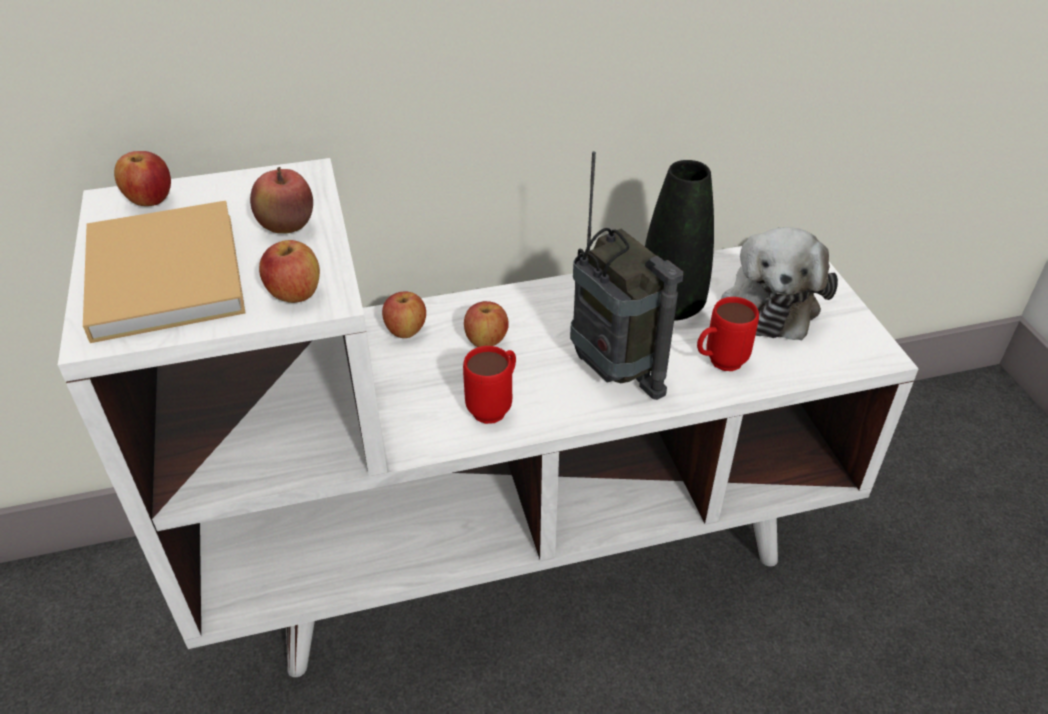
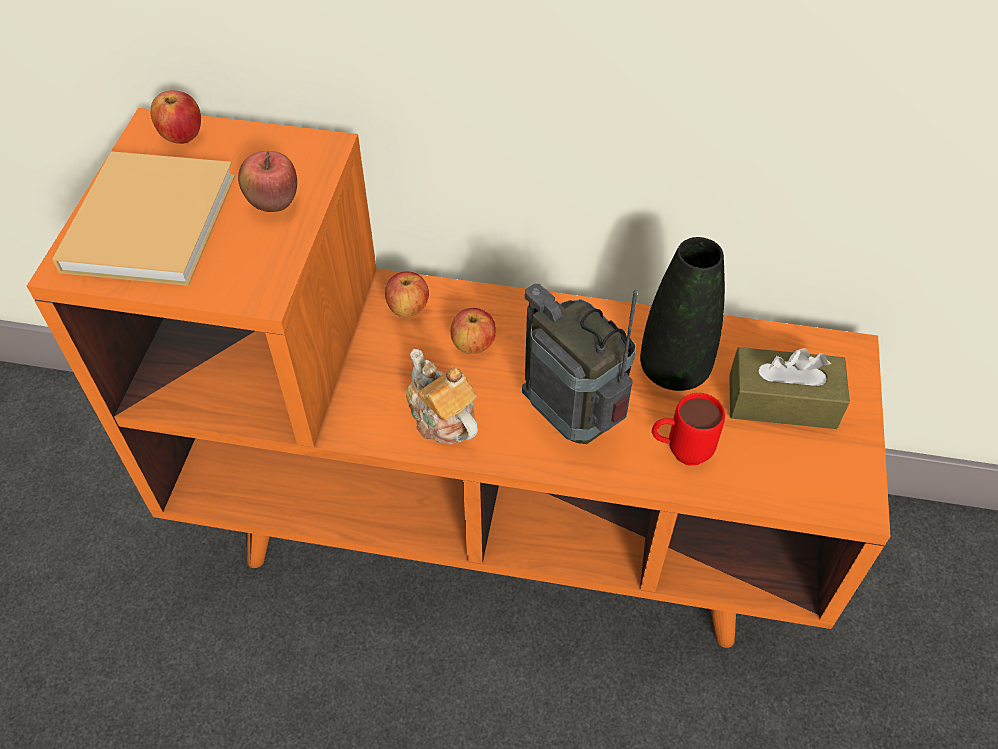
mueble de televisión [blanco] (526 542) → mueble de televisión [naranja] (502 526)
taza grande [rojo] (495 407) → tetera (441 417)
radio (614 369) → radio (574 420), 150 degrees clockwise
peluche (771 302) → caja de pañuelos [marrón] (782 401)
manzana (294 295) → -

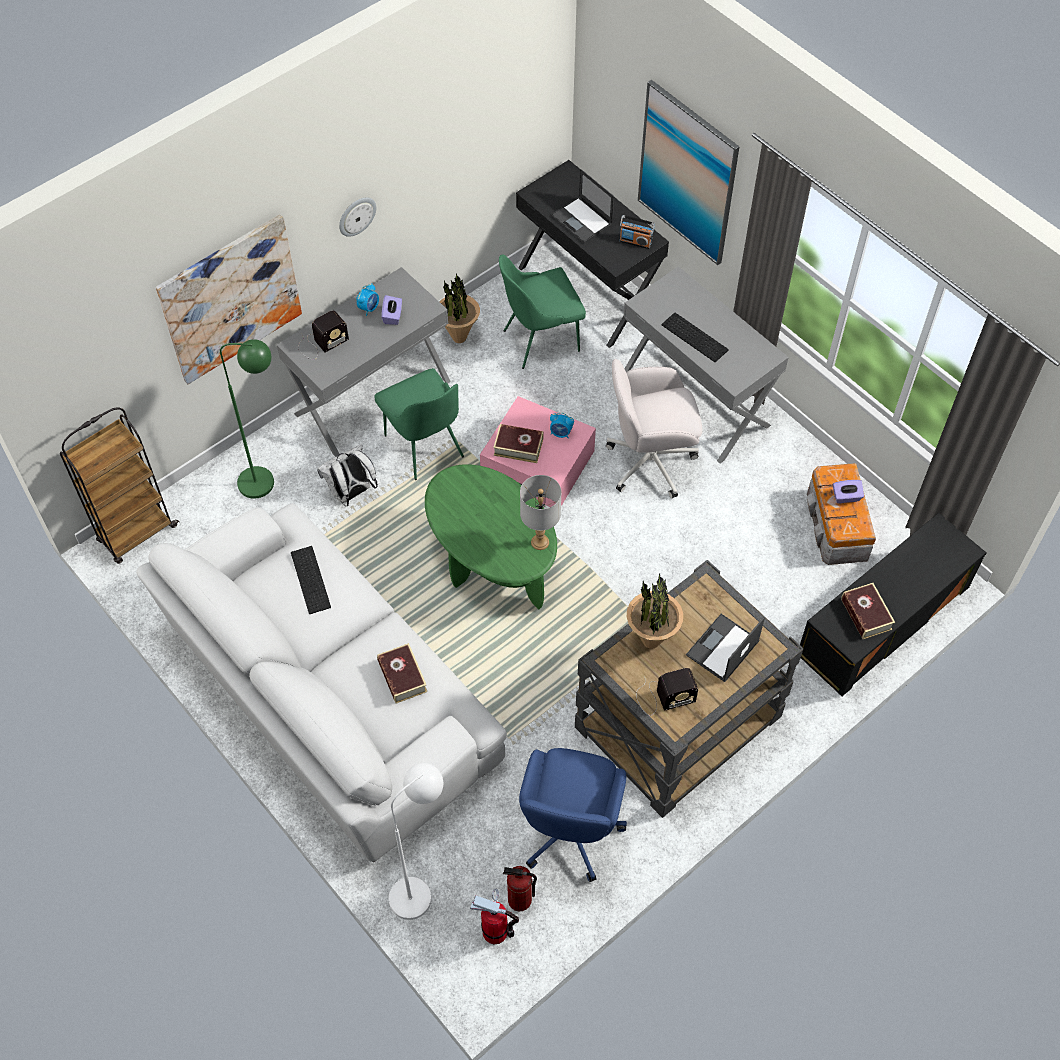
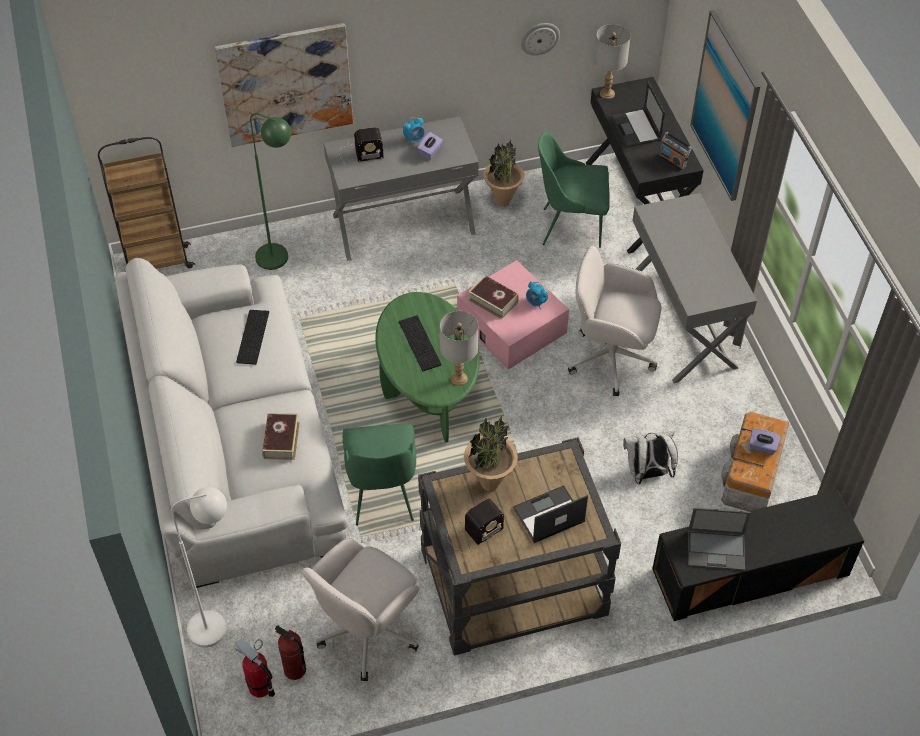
silla de oficina [azul] (570 832) → silla de oficina [blanco] (368 633)
silla [verde] (425 446) → silla [verde] (383 495), relocated
teclado (696 337) → teclado (421 343), relocated
radio (663 697) → radio (472 533), 45 degrees counterclockwise
reloj de pared (356 216) → reloj de pared (539 38), relocated
- → lámpara de mesa [gris] (607 93)
mochila [blanco] (351 493) → mochila [blanco] (647 473), relocated
libro (866 614) → portátil (717 549)

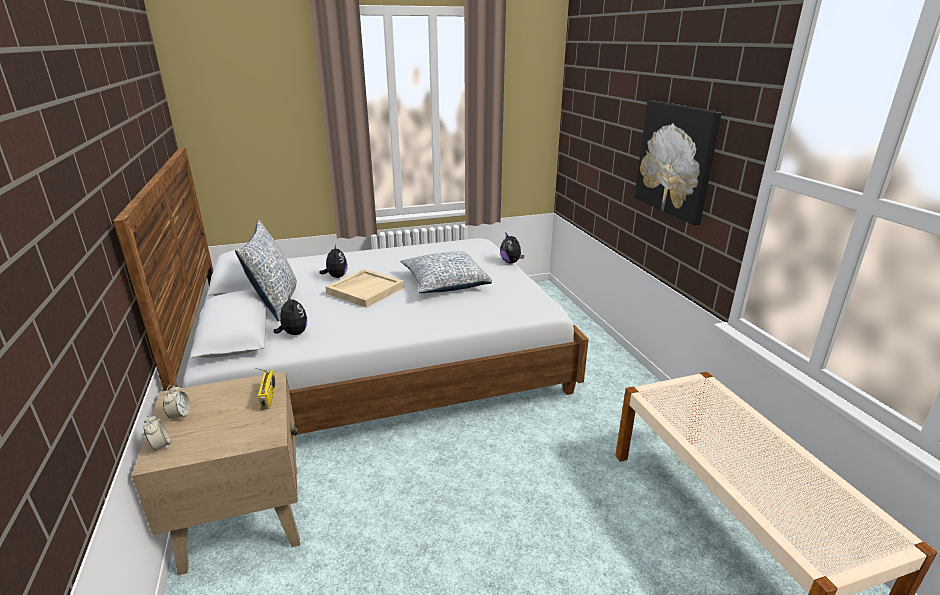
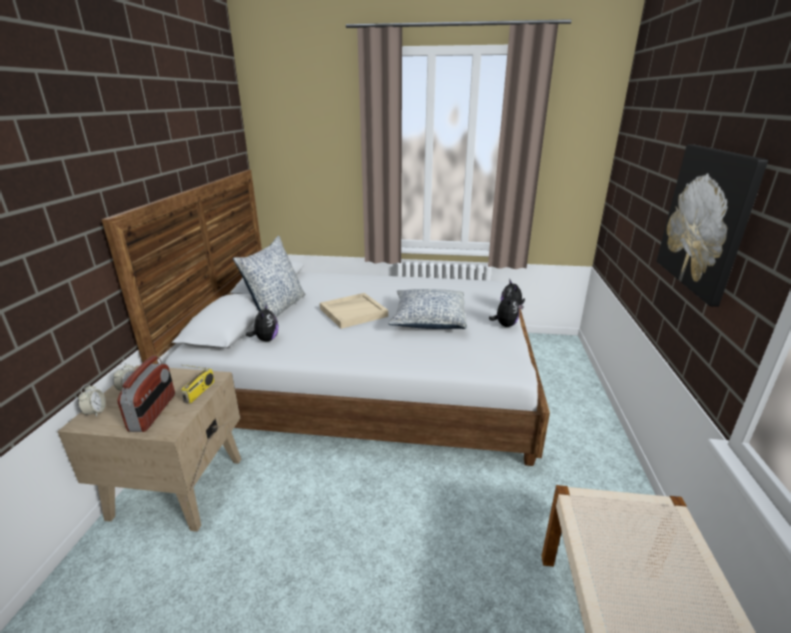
- → radio (153 412)
peluche (336 277) → peluche (504 325), relocated

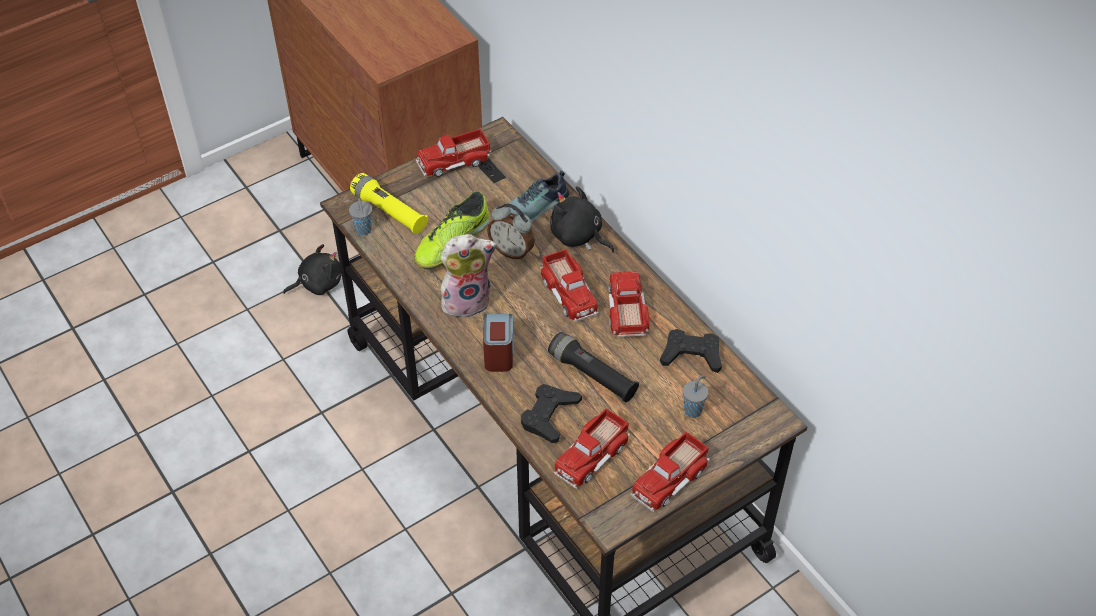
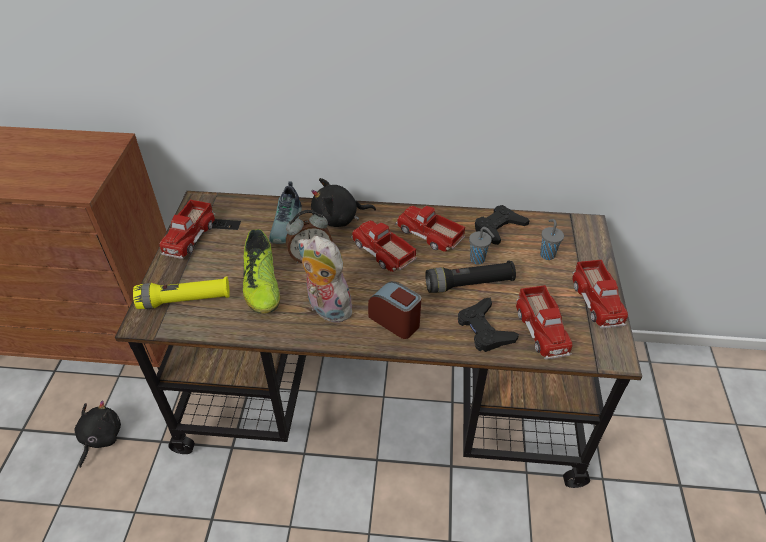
peluche (467 300) → peluche (326 309), 75 degrees counterclockwise
camión de juguete (569 293) → camión de juguete (383 252), 150 degrees counterclockwise
taza [gris] (363 230) → taza [gris] (478 260), relocated

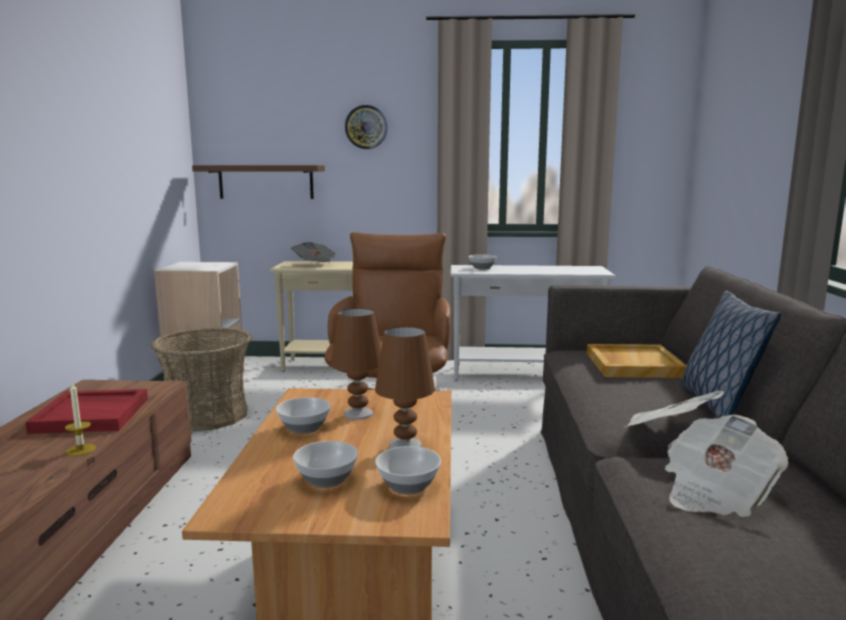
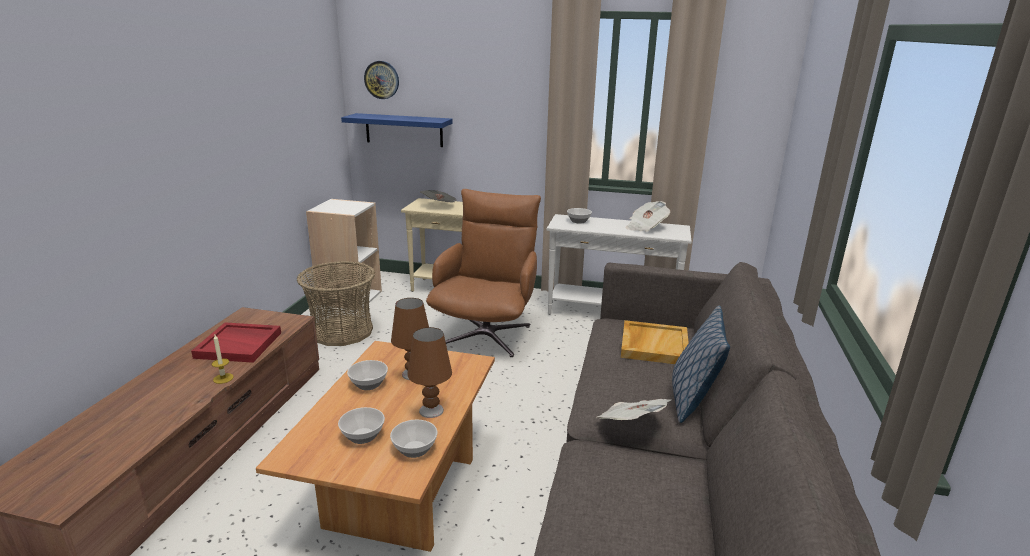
estante [marrón] (266 182) → estante [azul] (404 130)
reloj de pared (366 127) → reloj de pared (382 80), relocated
periódico (715 493) → periódico (645 227), relocated

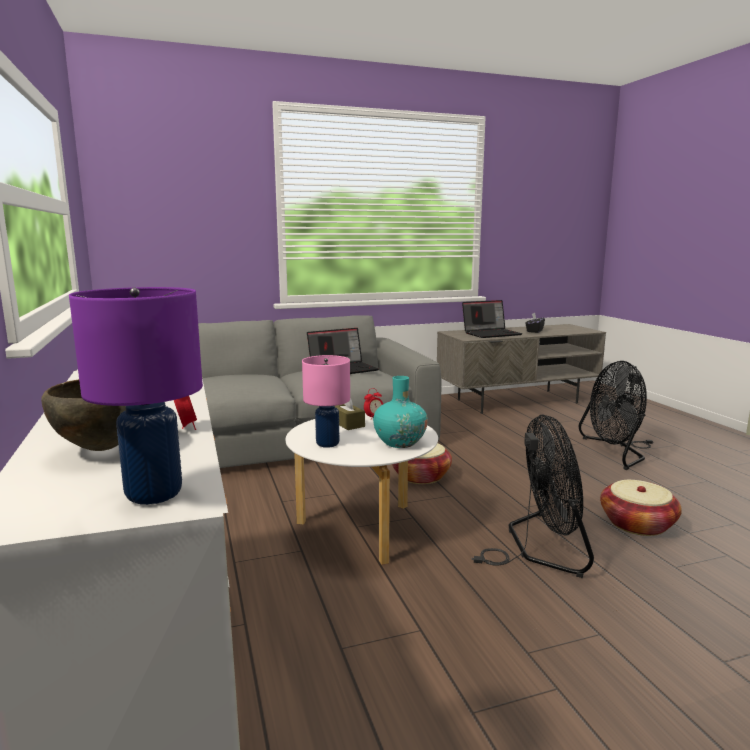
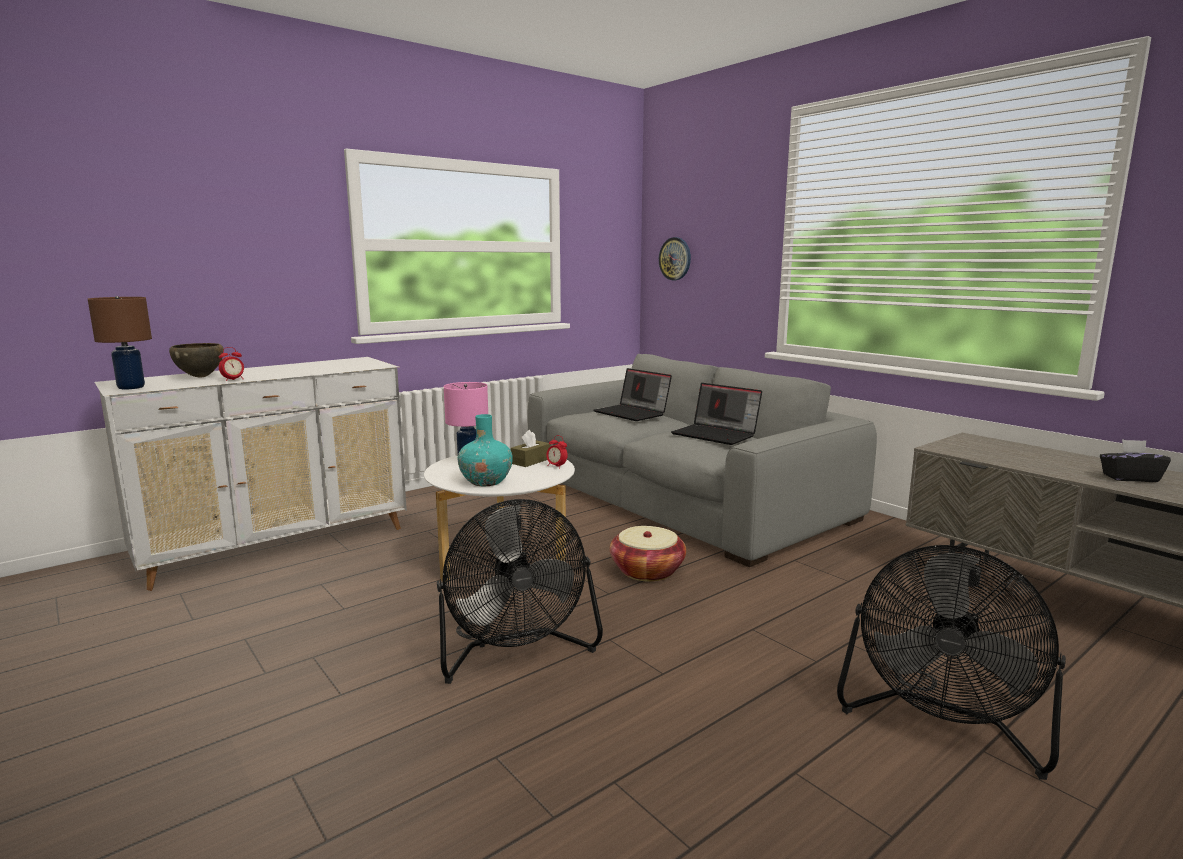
lámpara de mesa [morado] (152 494) → lámpara de mesa [marrón] (132 387)
portátil (491 333) → portátil (633 413), relocated
- → reloj de pared (675 259)
ventilador [negro] (618 451) → ventilador [negro] (935 720), 120 degrees counterclockwise
cesta (637 524) → -

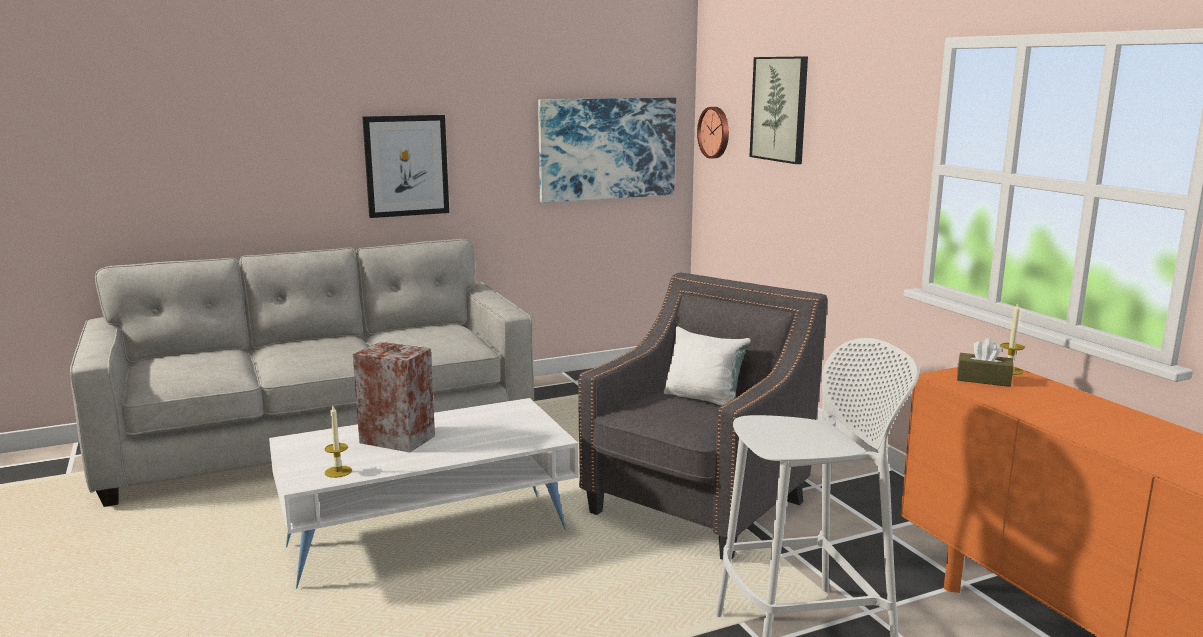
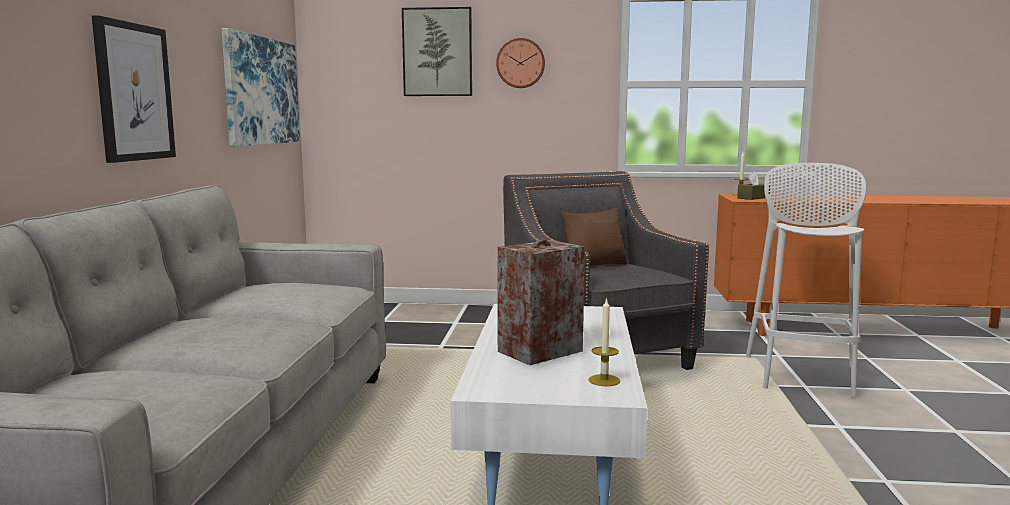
reloj de pared (715 132) → reloj de pared (520 63), relocated
cojín [blanco] (704 399) → cojín [marrón] (595 265)

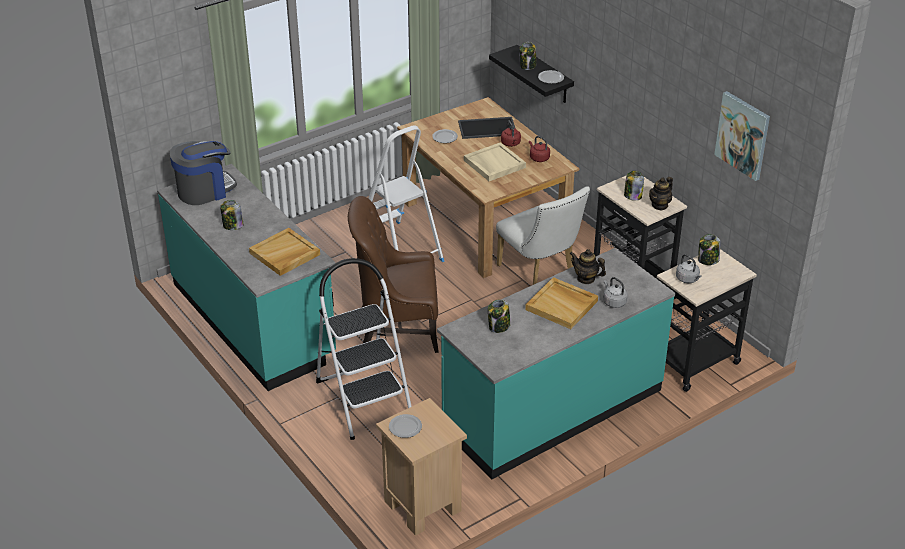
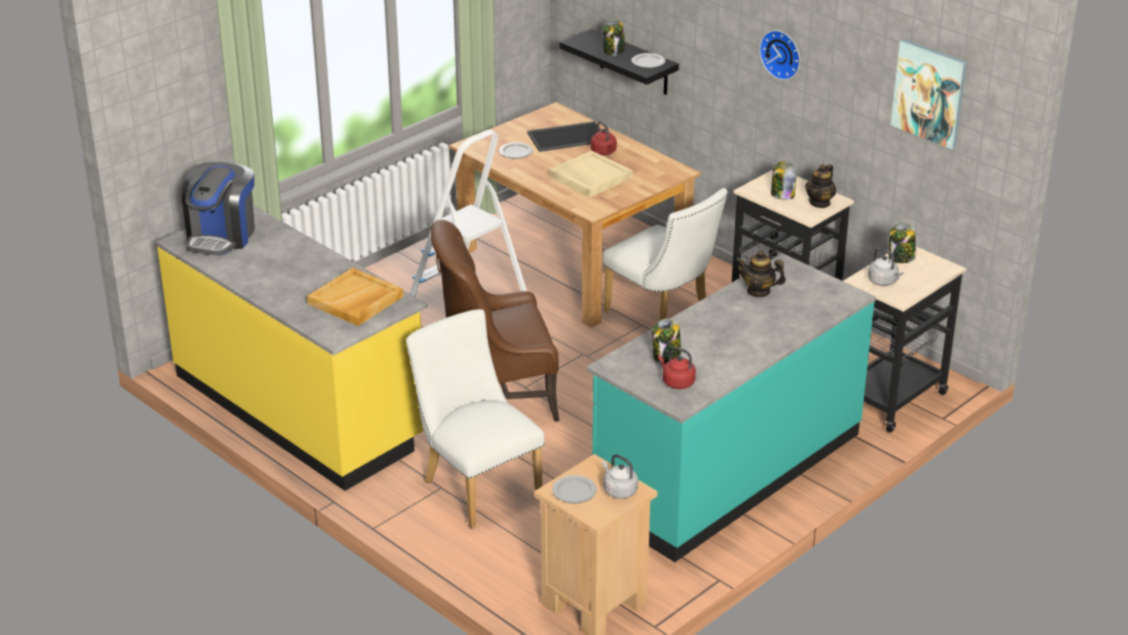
mueble bajo de cocina [turquesa] (254 320) → mueble bajo de cocina [amarillo] (300 408)
cafetera (205 190) → cafetera (222 236), 150 degrees clockwise
escalera de tijera (363 398) → silla [blanco] (476 485)
hervidor [gris] (613 302) → hervidor [gris] (619 490), relocated
hervidor [rojo] (538 158) → hervidor [rojo] (676 382), relocated
- → reloj de pared (782 53)
tarro (232 226) → -
bandeja [beis] (562 305) → -

